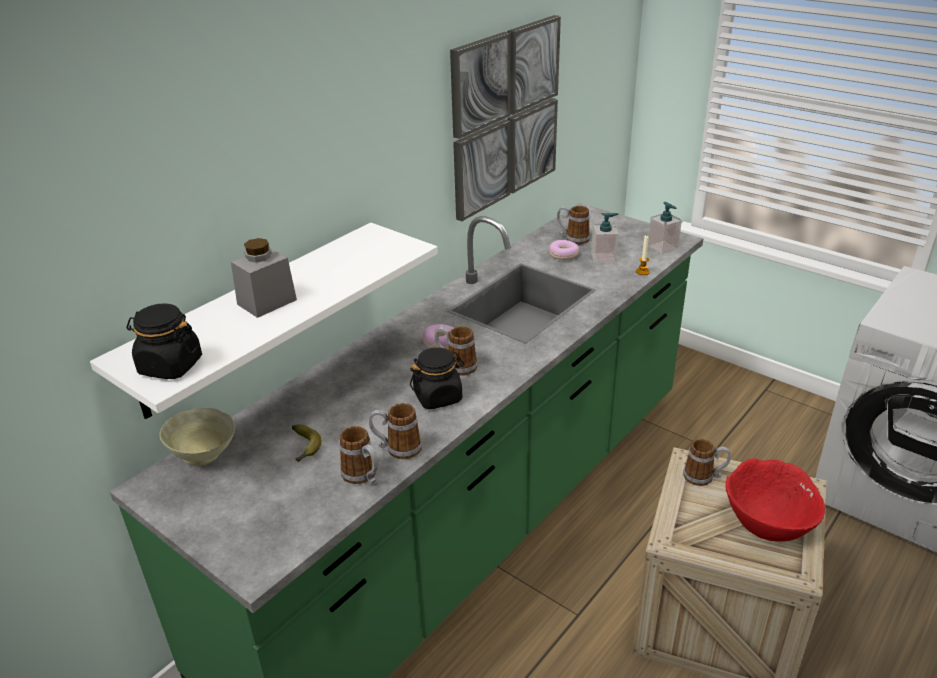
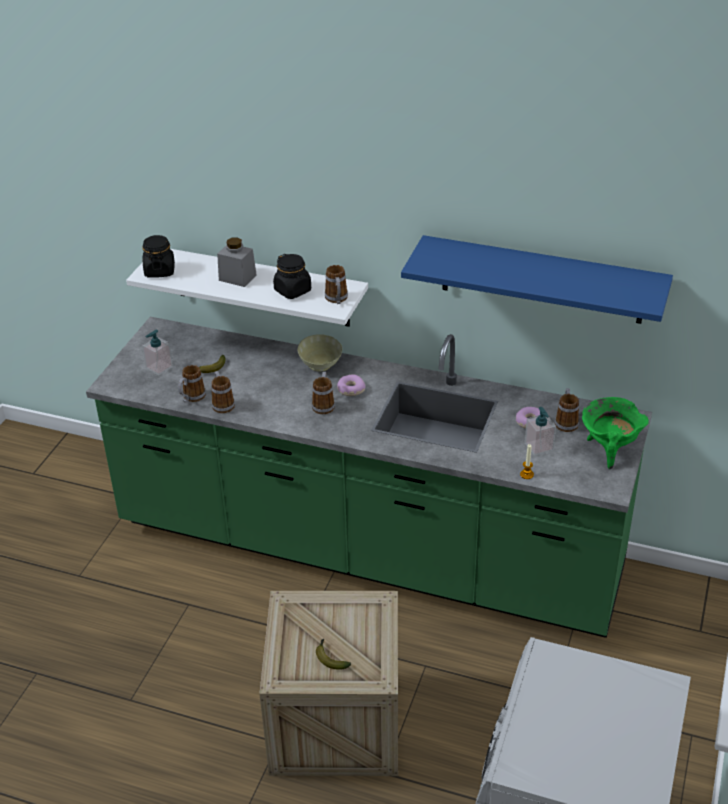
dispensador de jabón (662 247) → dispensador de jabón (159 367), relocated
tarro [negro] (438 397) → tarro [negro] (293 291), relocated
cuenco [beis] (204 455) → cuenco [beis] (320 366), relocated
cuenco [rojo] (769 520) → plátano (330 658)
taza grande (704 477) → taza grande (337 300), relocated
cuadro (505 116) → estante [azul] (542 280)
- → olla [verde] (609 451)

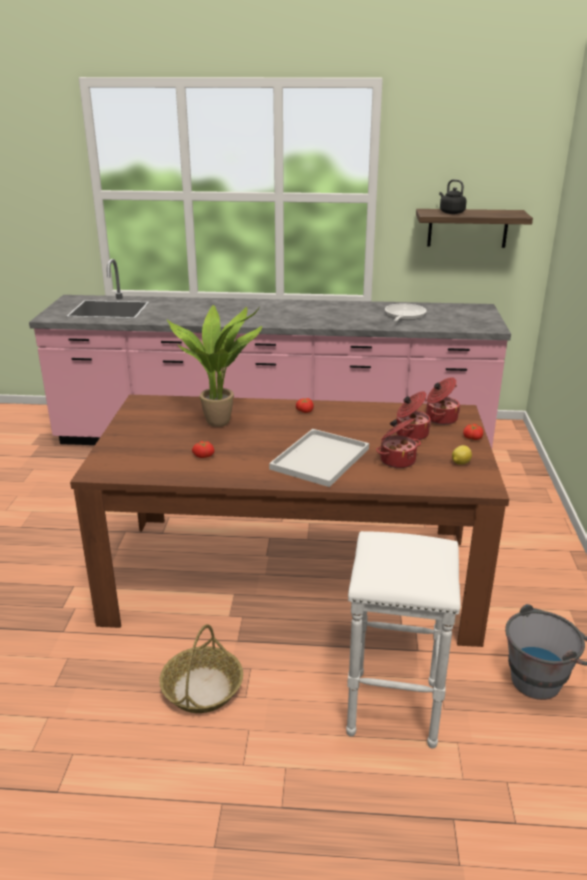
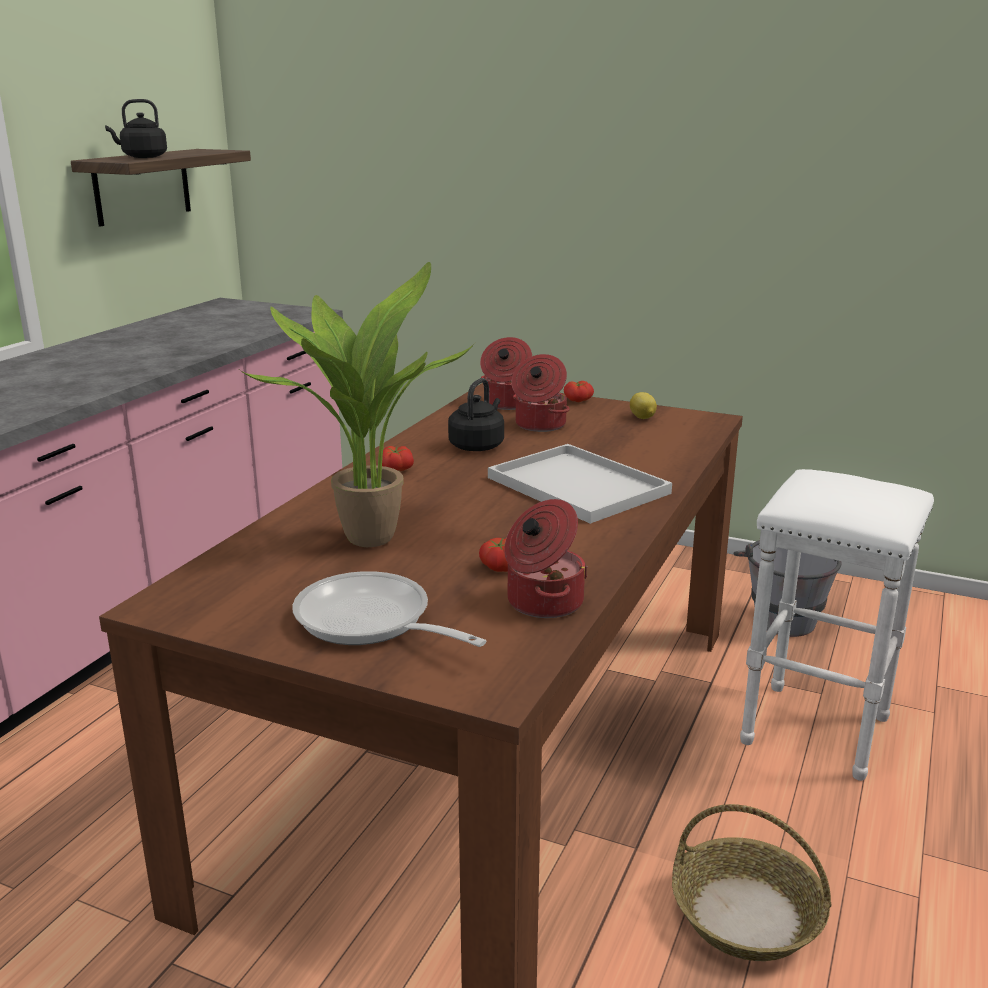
sartén (403 316) → sartén (370 622), relocated
- → hervidor [negro] (478 445)
olla (397 460) → olla (542 602), relocated

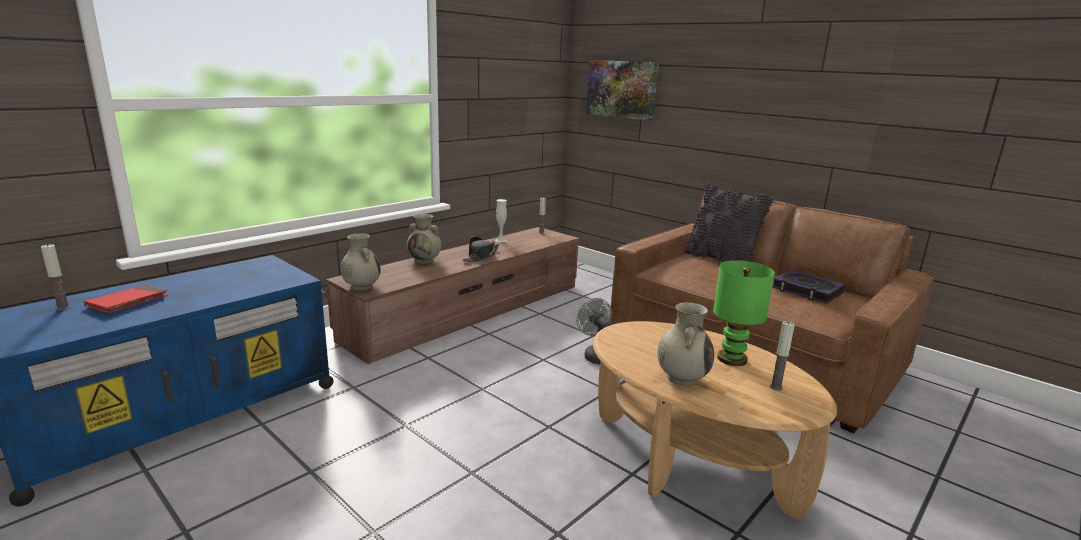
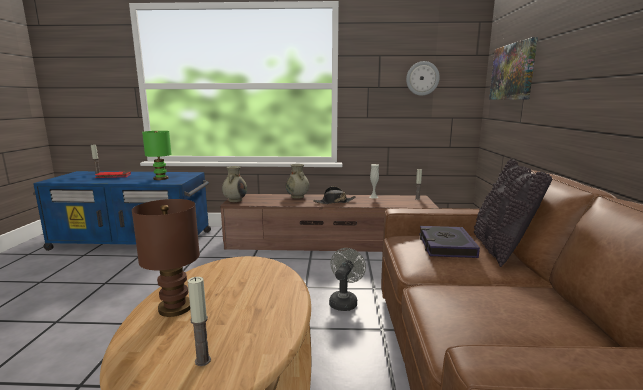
florero [beis] (682 378) → lámpara de mesa [marrón] (176 307)
lámpara de mesa [verde] (732 358) → lámpara de mesa [verde] (161 178), relocated
- → reloj de pared (422 78)
libro (806 291) → libro (446 246), relocated

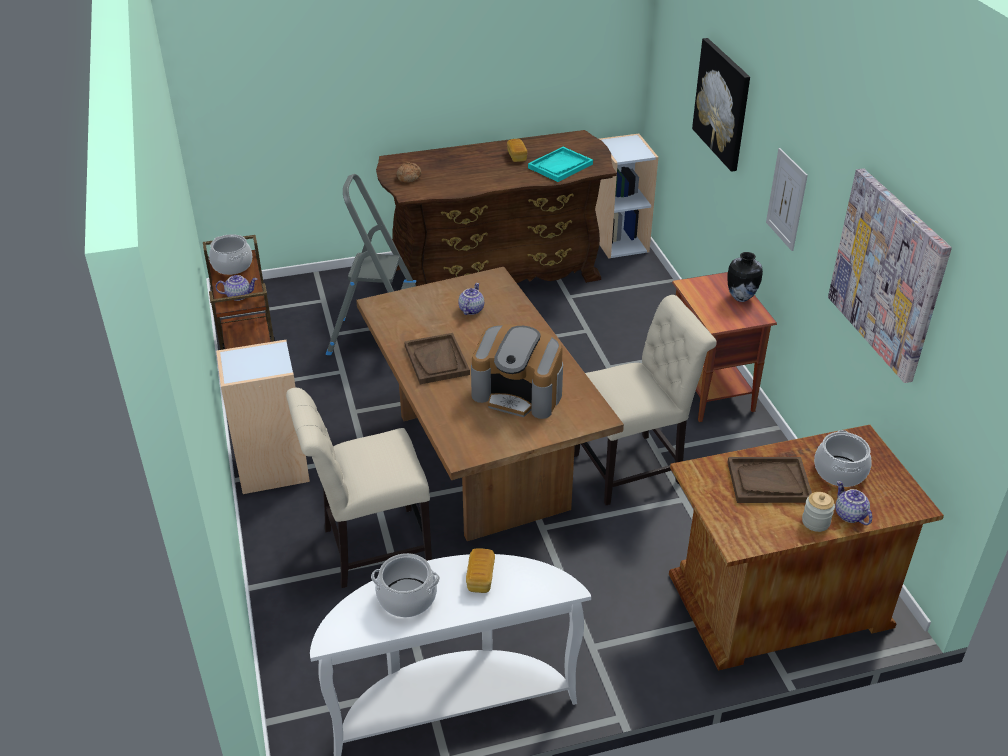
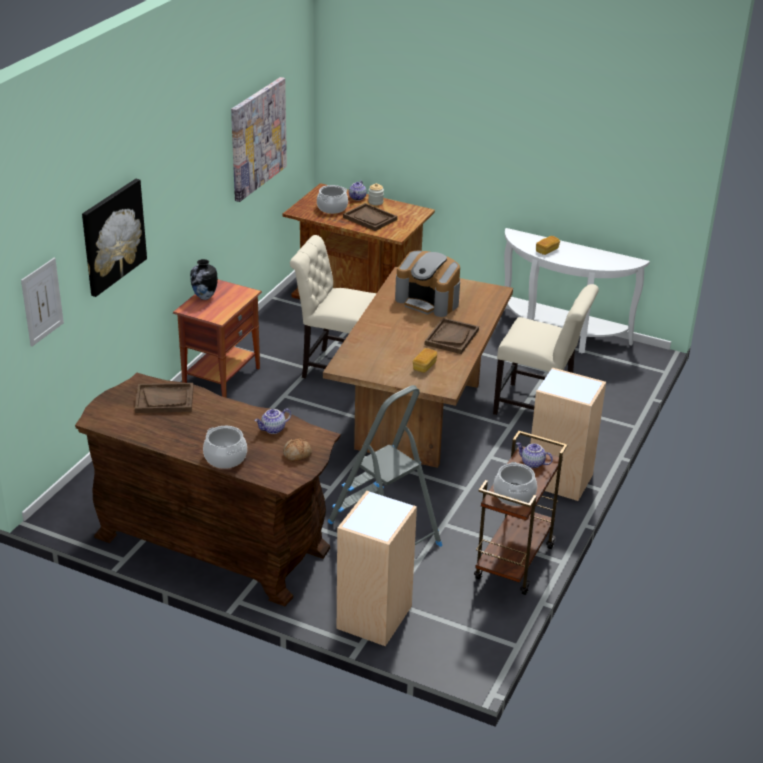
cuadro (786 199) → cuadro (42 302), relocated
bandeja [turquesa] (560 166) → bandeja [marrón] (164 399)
olla (407 597) → olla (225 458), relocated
tetera (471 309) → tetera (273 429), relocated
estantería (620 242) → estantería (373 618), relocated
cafetera (518 393) → cafetera (428 301), 150 degrees clockwise
pan (517 156) → pan (424 366), relocated

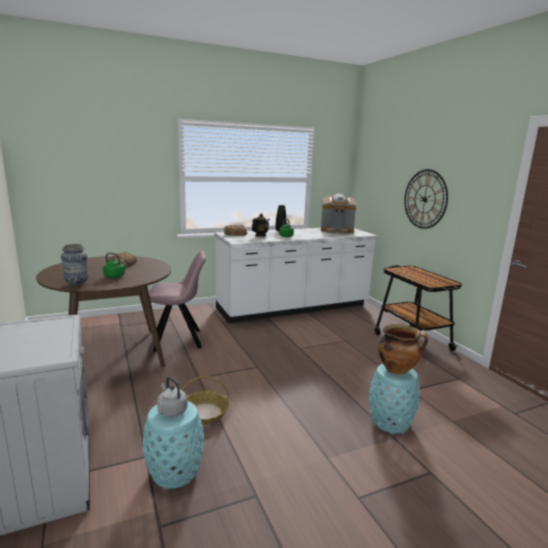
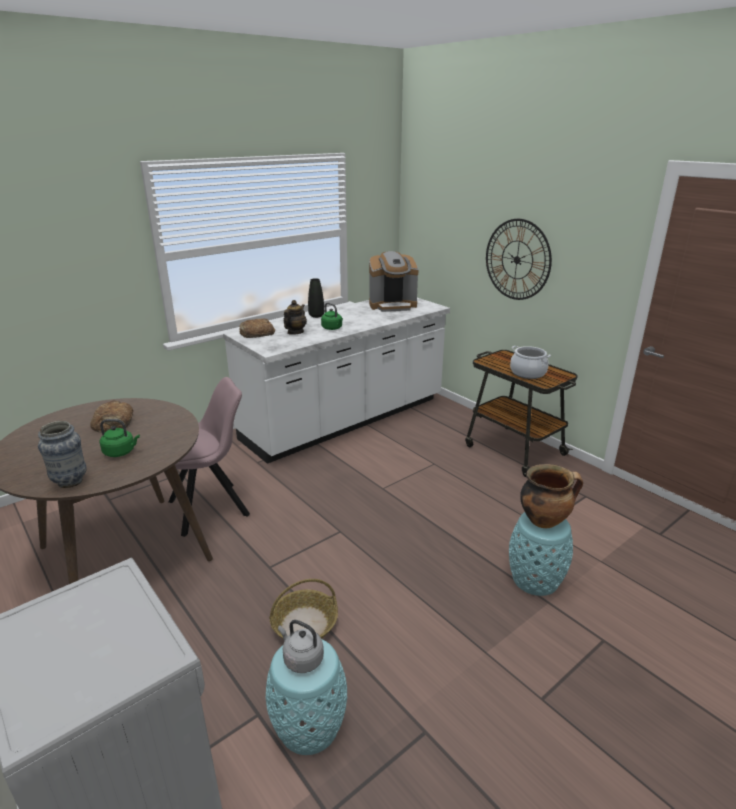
- → olla (528 373)

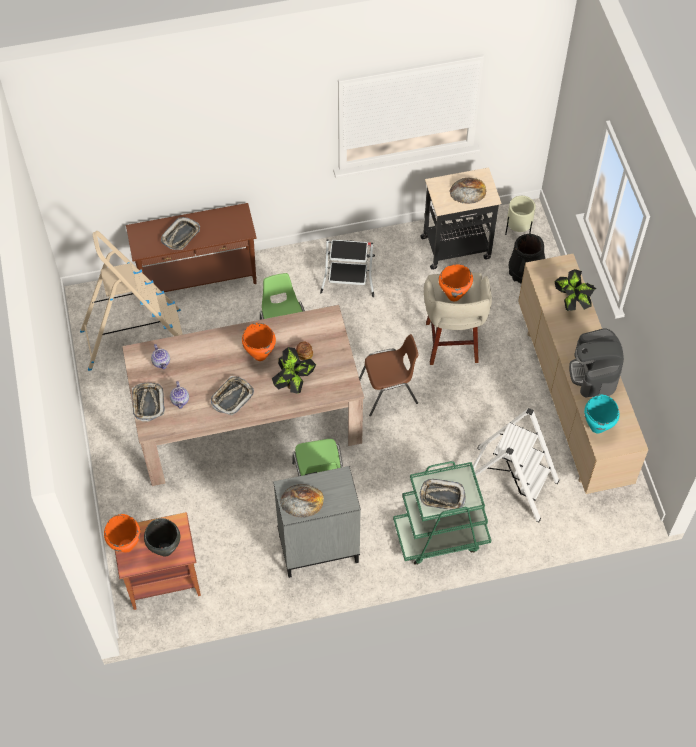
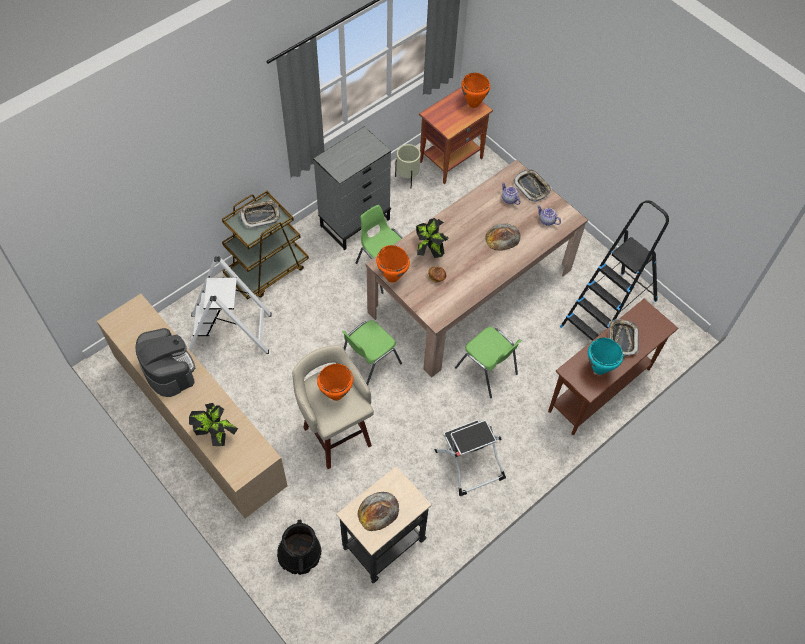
carrito [verde] (440 535) → carrito [marrón] (267 270)
silla [marrón] (389 392) → silla [verde] (369 364)
olla [naranja] (260 355) → olla [naranja] (392 277), relocated
maceta [beis] (518 232) → maceta [beis] (407 178), relocated
pan (302 500) → pan (502 237), relocated
escalera de tijera [beis] (135 339) → escalera de tijera [negro] (608 313)
olla [turquesa] (597 427) → olla [turquesa] (599 369), relocated
olla [negro] (165 550) → -
bandeja (232 397) → -

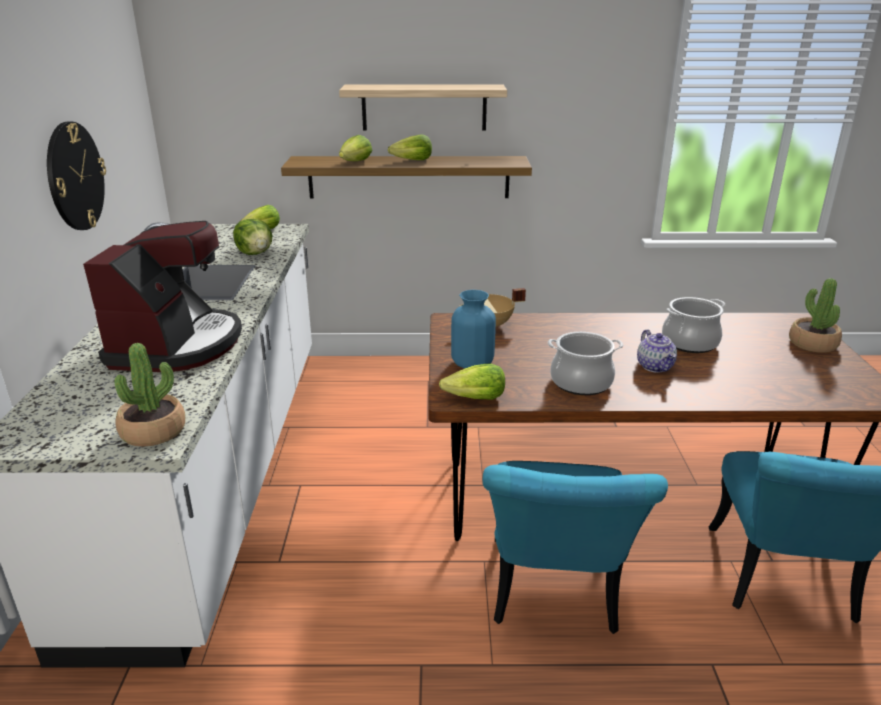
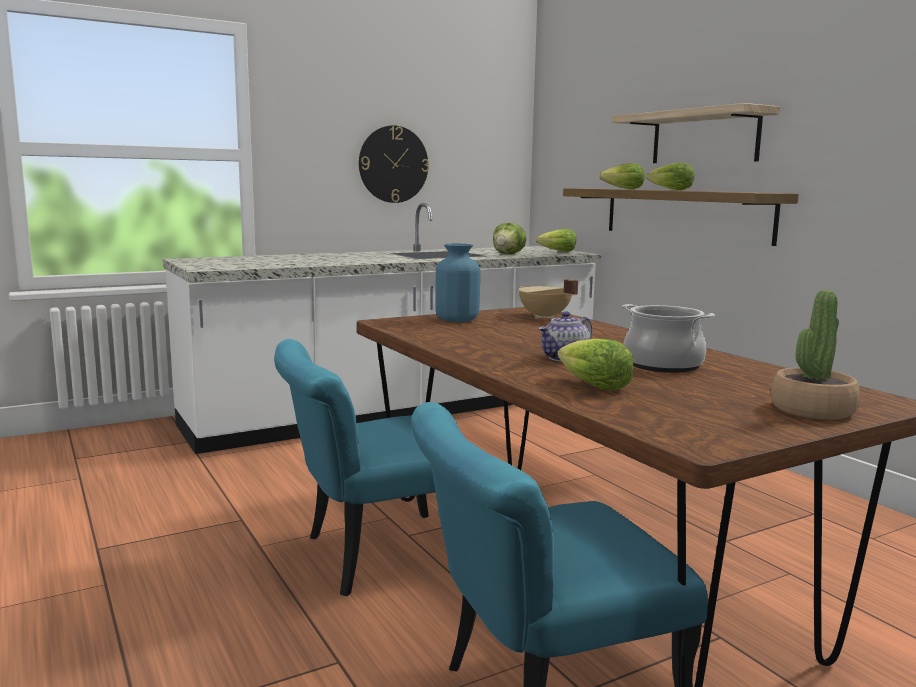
lechuga (475 399) → lechuga (592 386), relocated
cafetera (177 345) → -
planta en maceta (153 432) → -
olla (581 382) → -

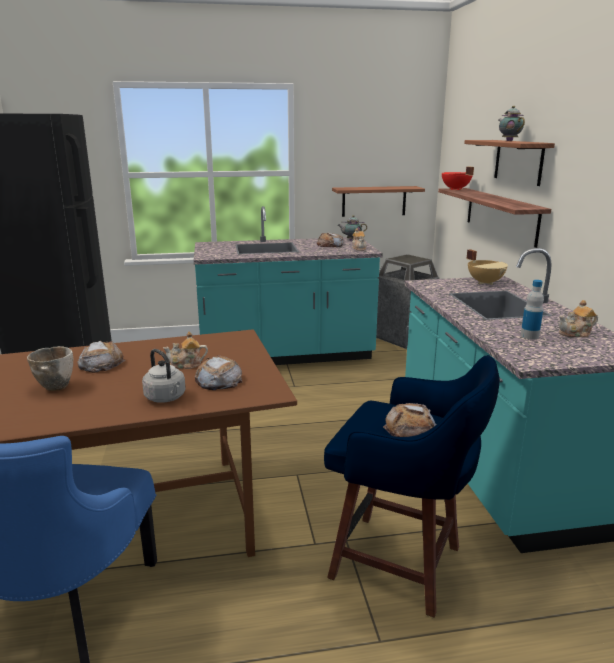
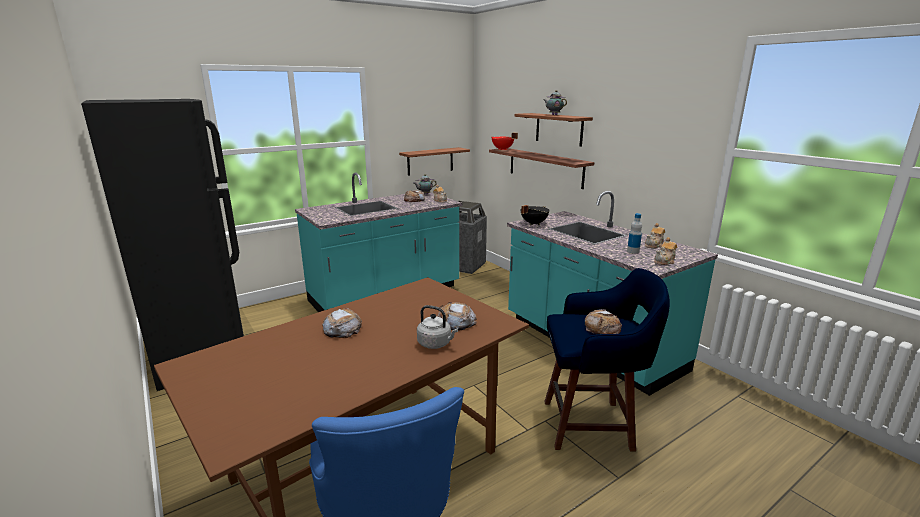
- → olla [negro] (533 223)
tetera (186 365) → tetera (665 261), relocated
cuenco (56 386) → -
olla [beis] (485 282) → -

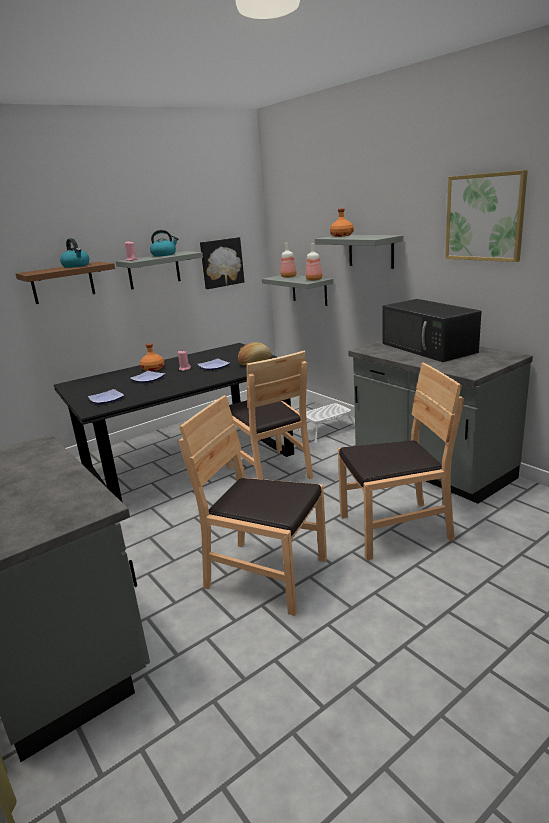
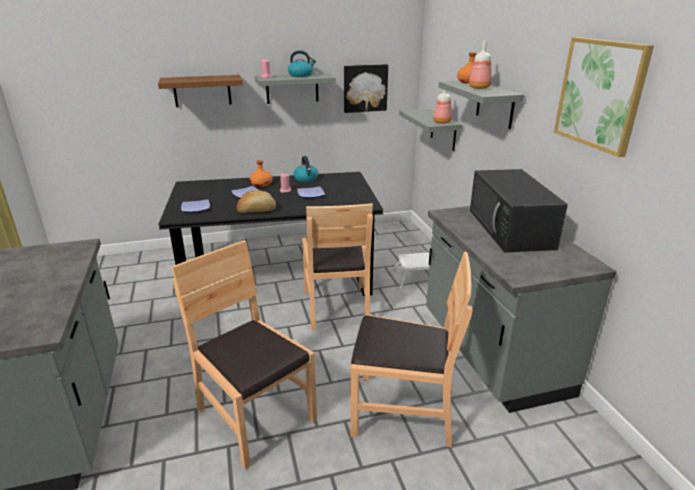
pan (254 362) → pan (256 211), relocated
hervidor (76 266) → hervidor (306 179), relocated
botella (288 277) → botella (478 88), relocated

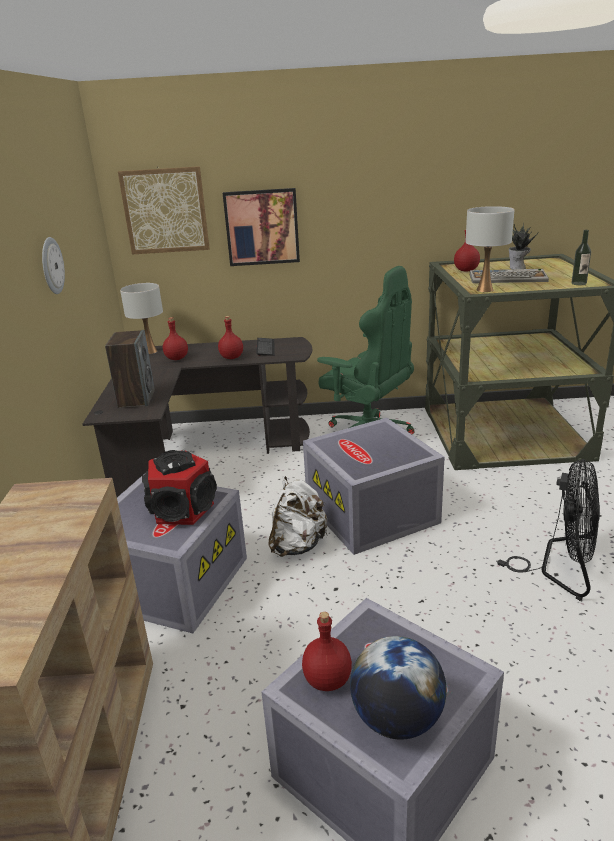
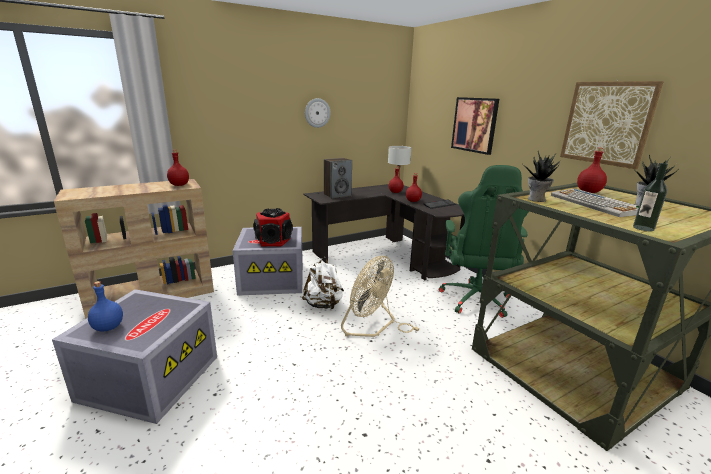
globo terráqueo (397 719) → botella [azul] (108 327)
botella [rojo] (328 679) → botella [rojo] (179 185), relocated
caja de almacenaje [gris] (374 513) → ventilador [beis] (378 324)
lámpara de mesa [blanco] (484 290) → planta en maceta (536 199)
cuadro (165 210) → cuadro (606 122), relocated
ventilador [negro] (561 564) → -

